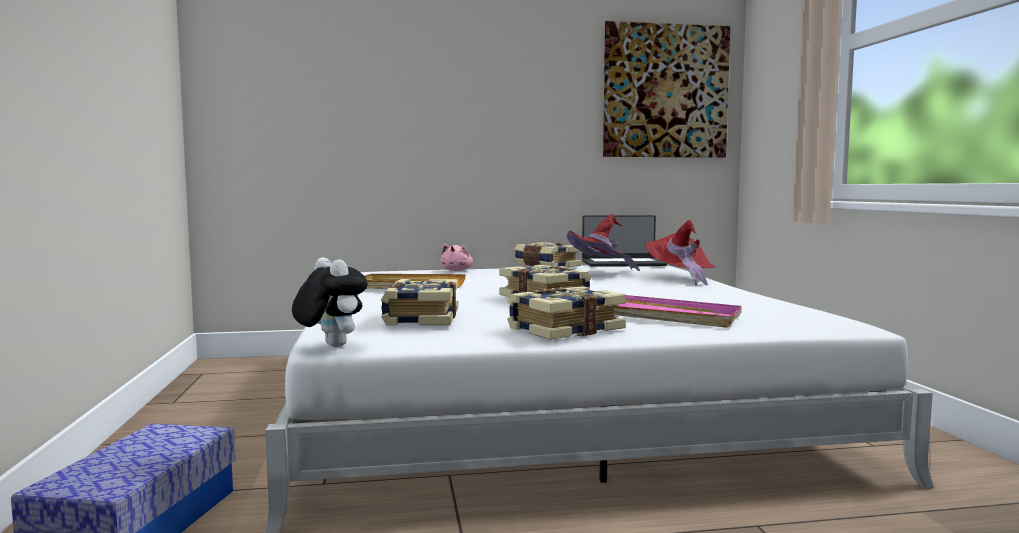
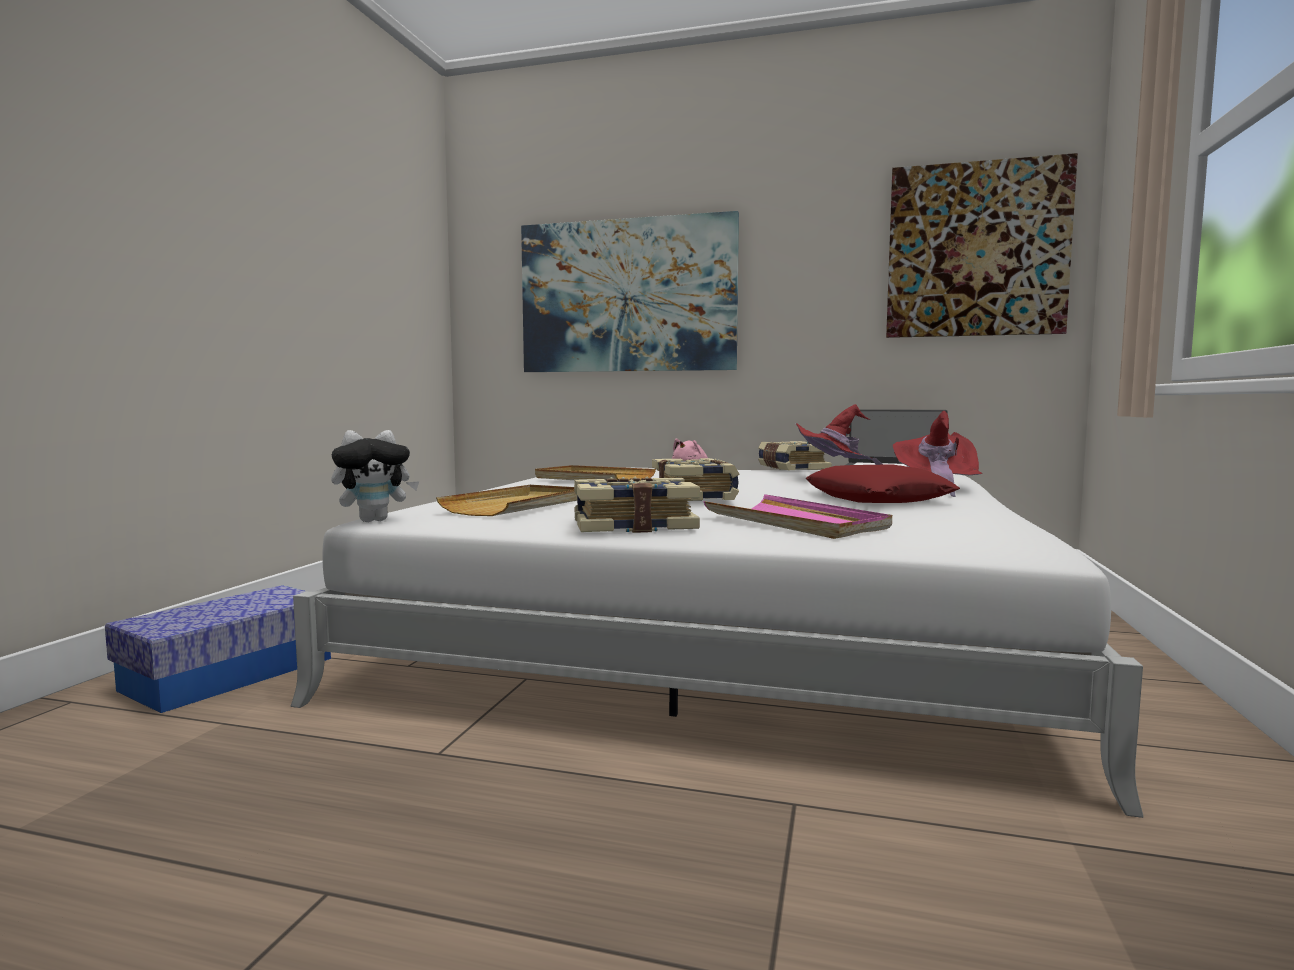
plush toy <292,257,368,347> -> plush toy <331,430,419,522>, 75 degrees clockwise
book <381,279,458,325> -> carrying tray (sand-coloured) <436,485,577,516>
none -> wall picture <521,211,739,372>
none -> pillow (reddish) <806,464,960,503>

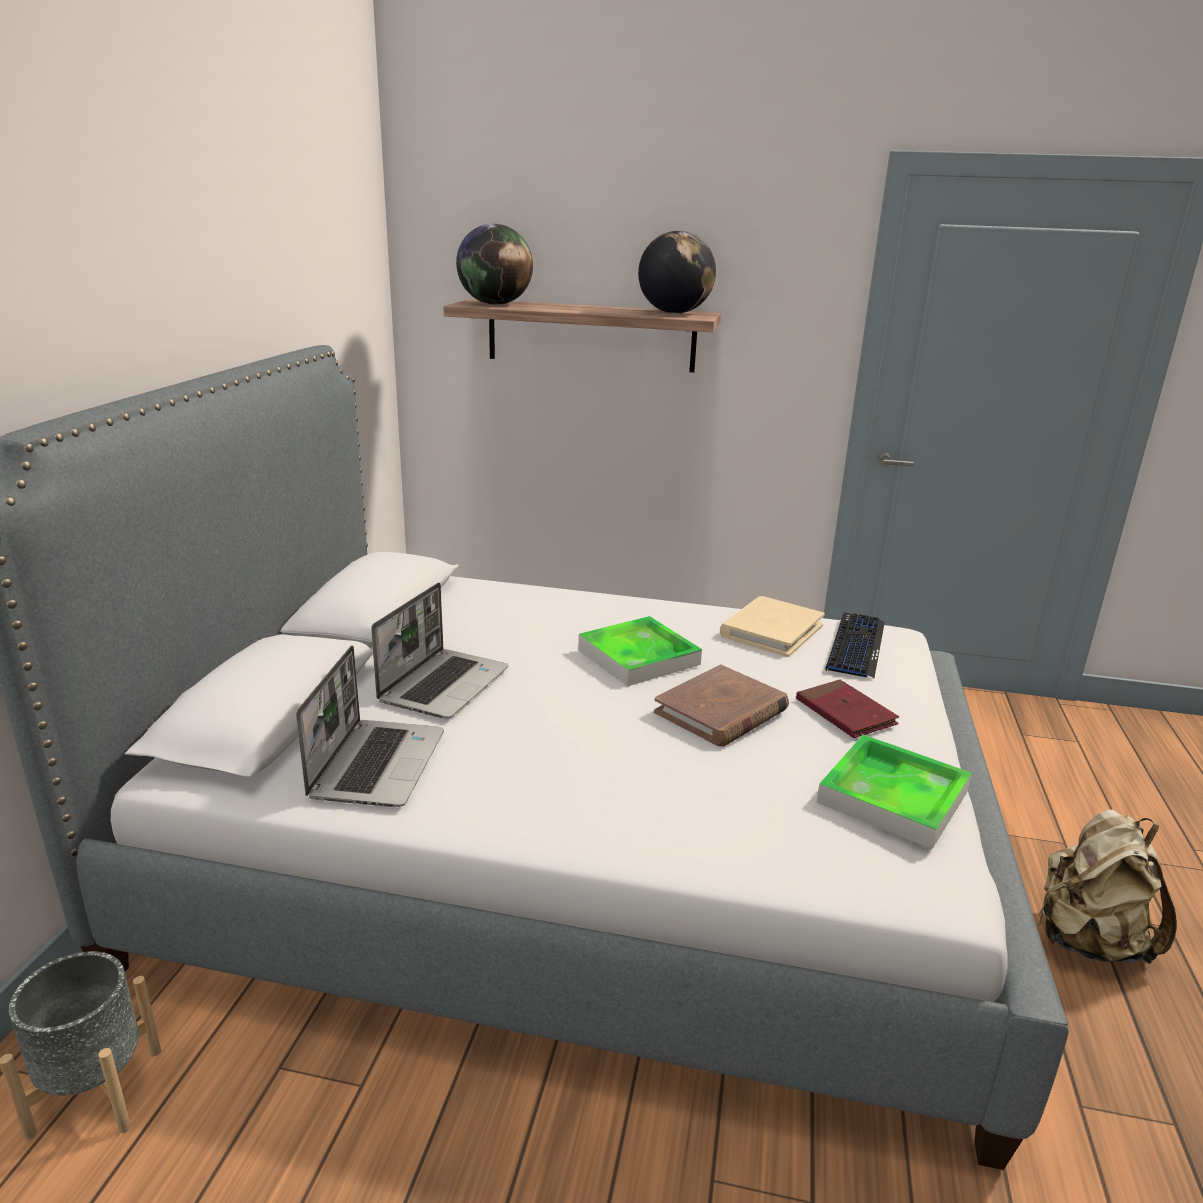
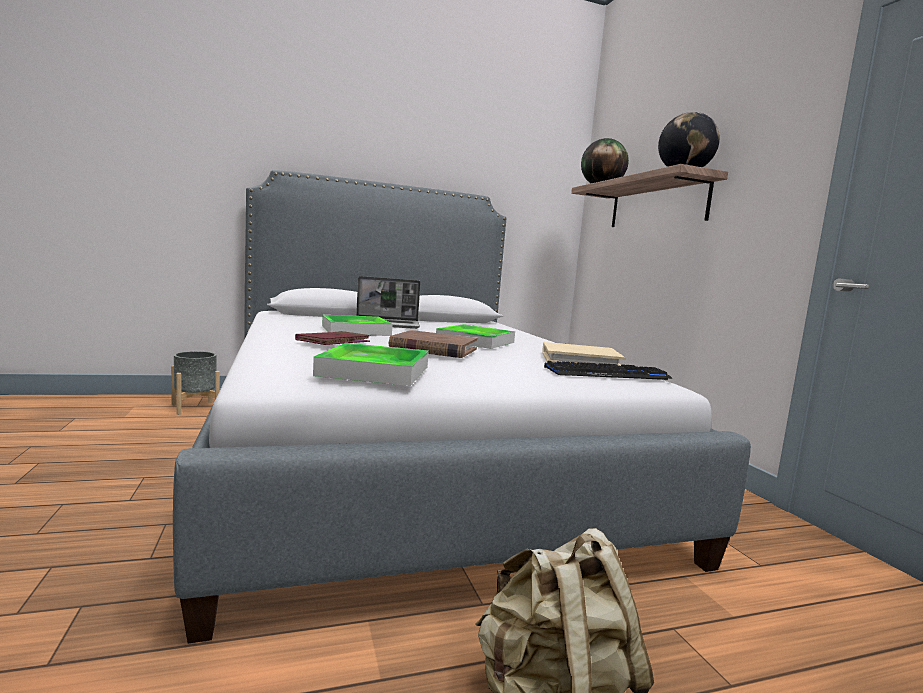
book (reddish) <796,680,899,738> -> book (reddish) <295,331,370,345>, shifted
none -> carrying tray <322,315,393,336>
laptop <296,645,444,807> -> none

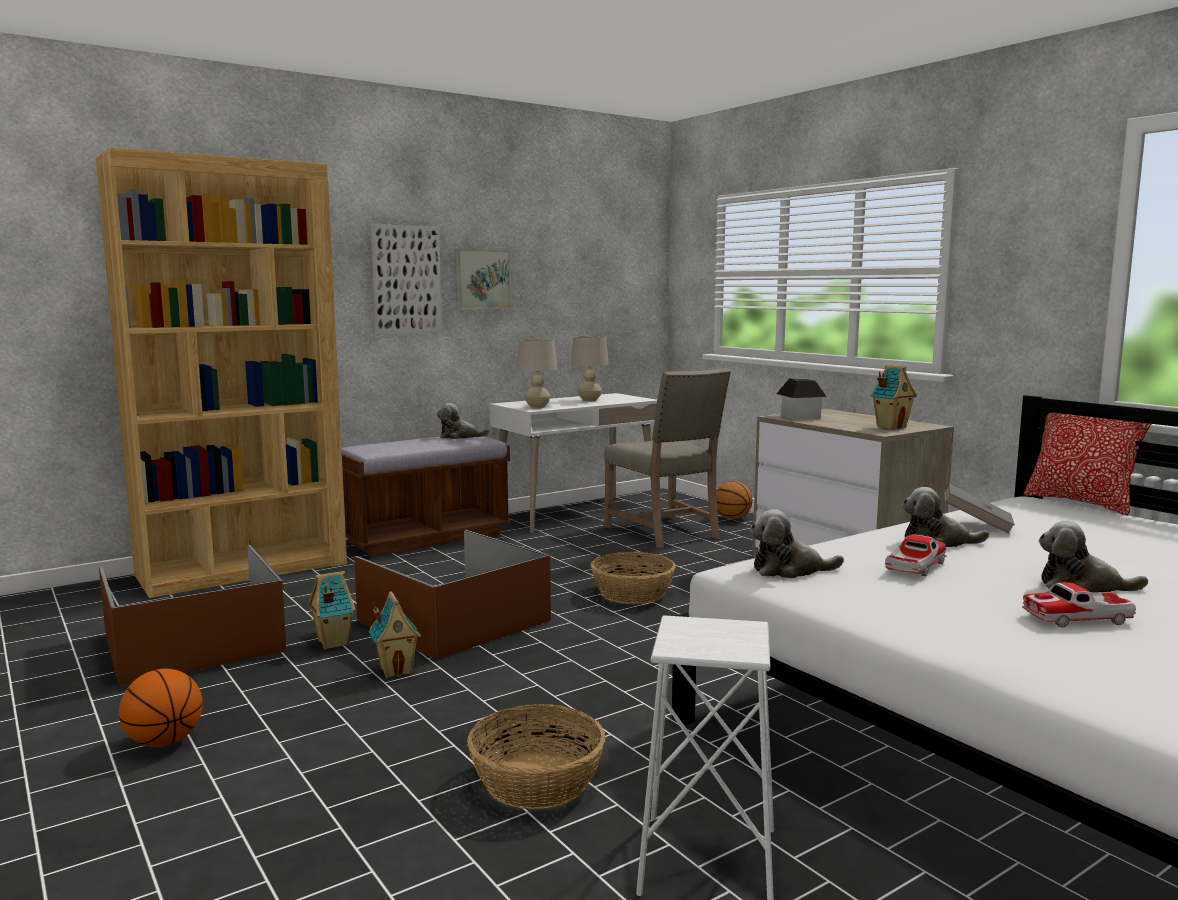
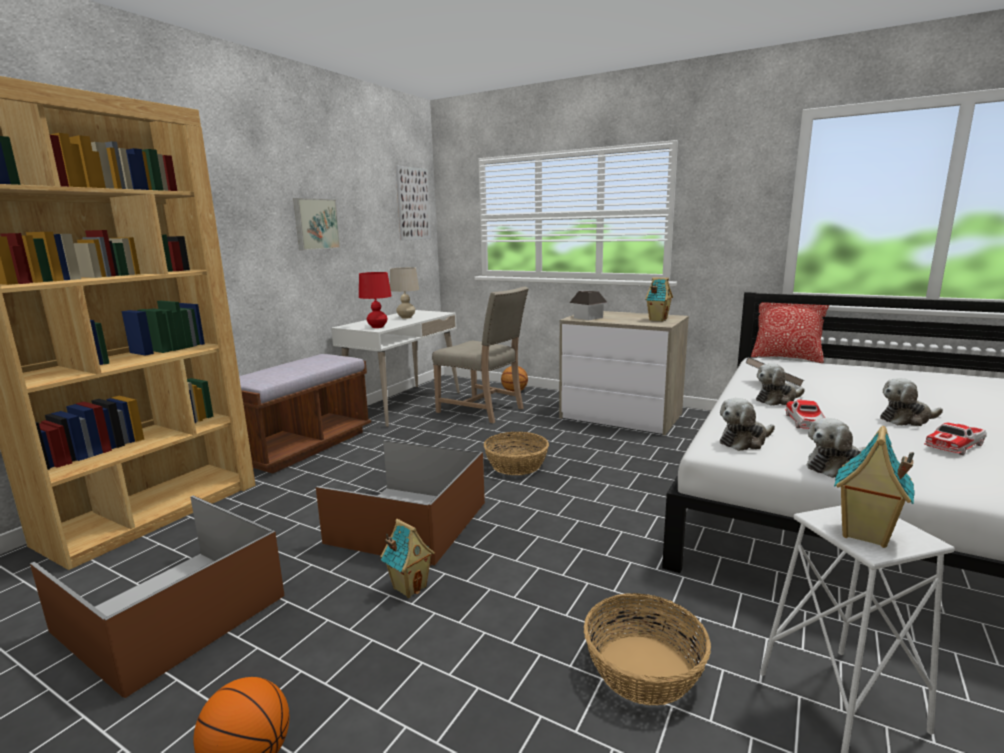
table lamp (sand-coloured) <517,339,557,408> -> table lamp (reddish) <359,272,391,328>
wall picture <371,224,442,335> -> wall picture <395,166,431,241>, shifted
plush toy <437,403,489,439> -> plush toy <807,418,866,478>, shifted
toy house <308,571,355,650> -> toy house <834,426,914,548>, shifted

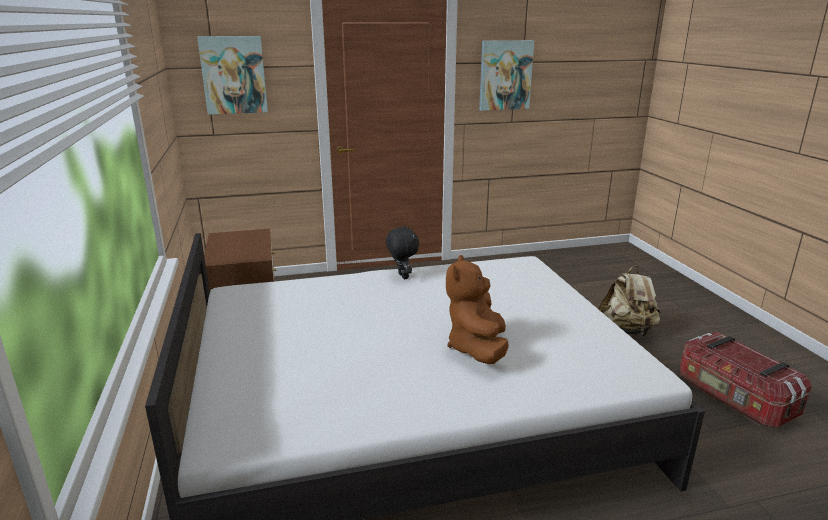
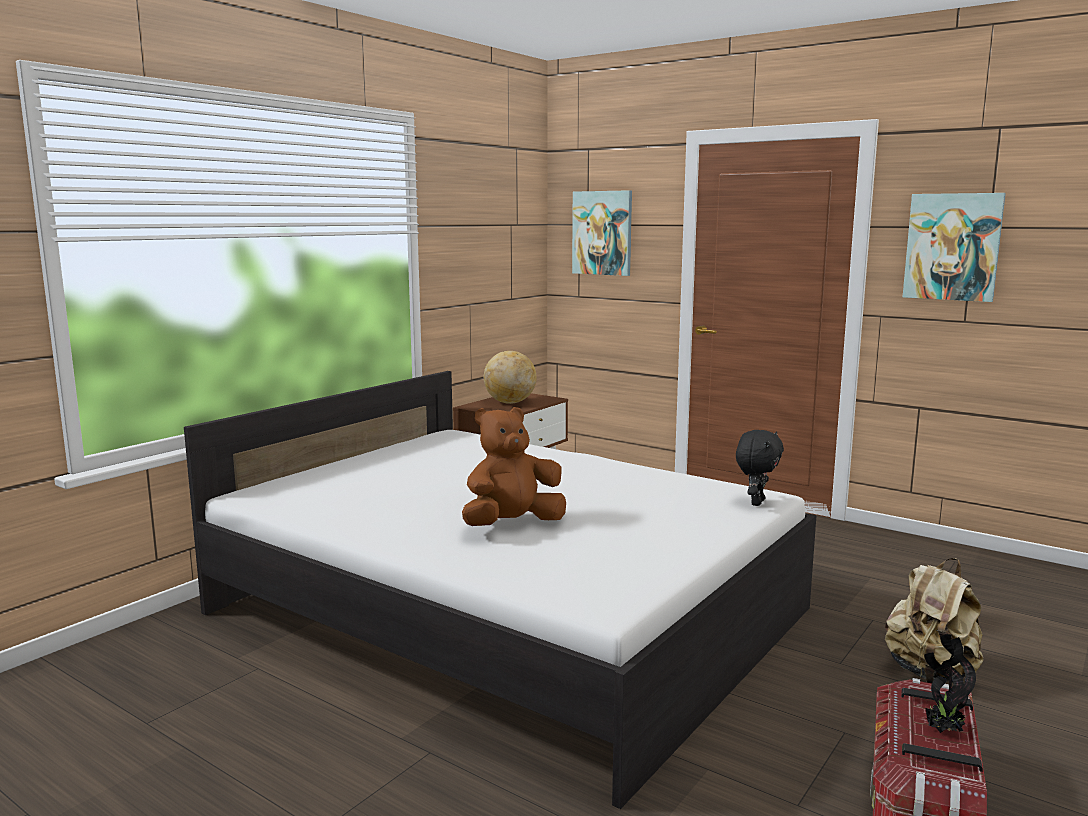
none -> globe <484,351,536,404>
plush toy (black) <386,226,419,279> -> plush toy (black) <736,430,784,506>, shifted
none -> potted plant <924,634,976,733>

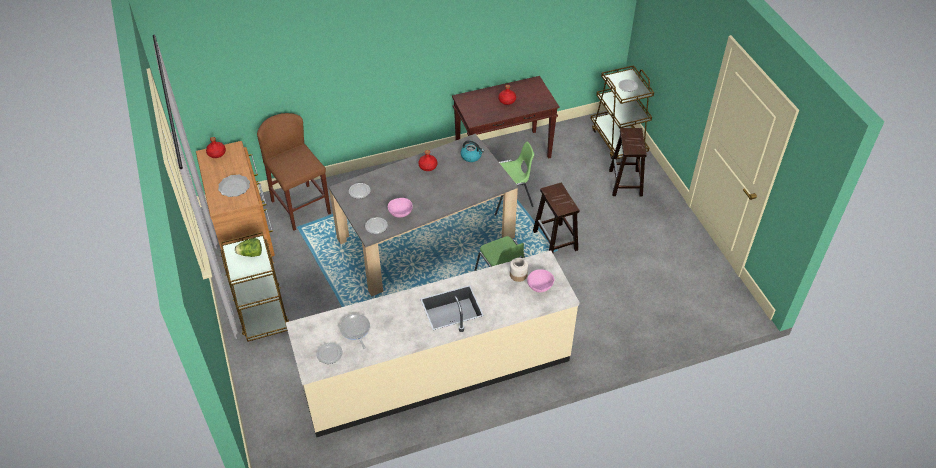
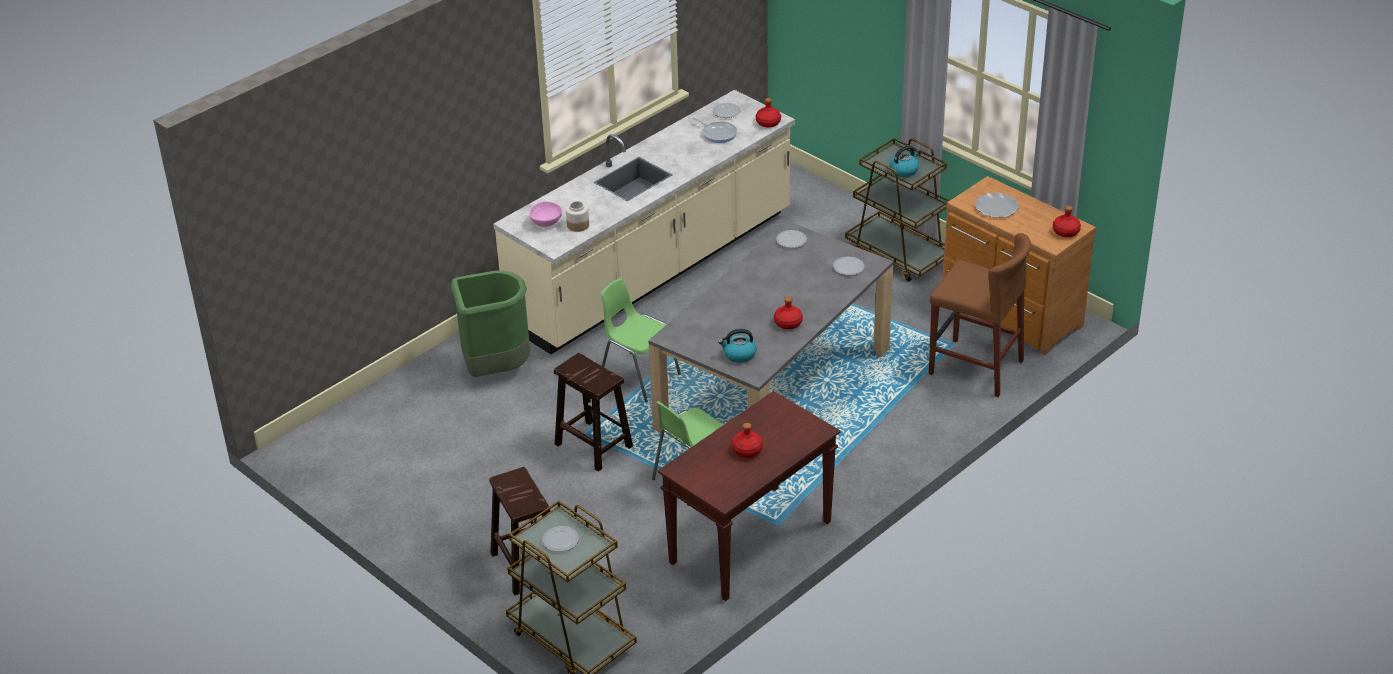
none -> rubbish bin (greenish) <451,271,530,377>
none -> beverage bottle (reddish) <756,98,781,128>
lettuce head <235,238,262,257> -> kettle <889,146,920,177>
serving bowl (pink) <388,198,413,218> -> none

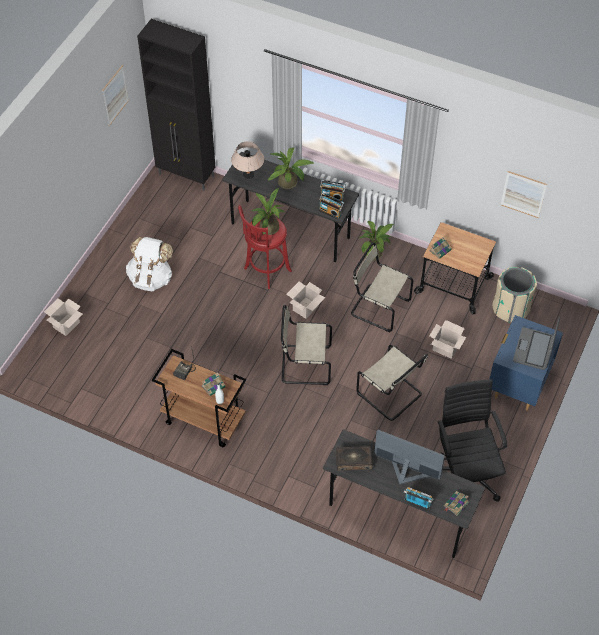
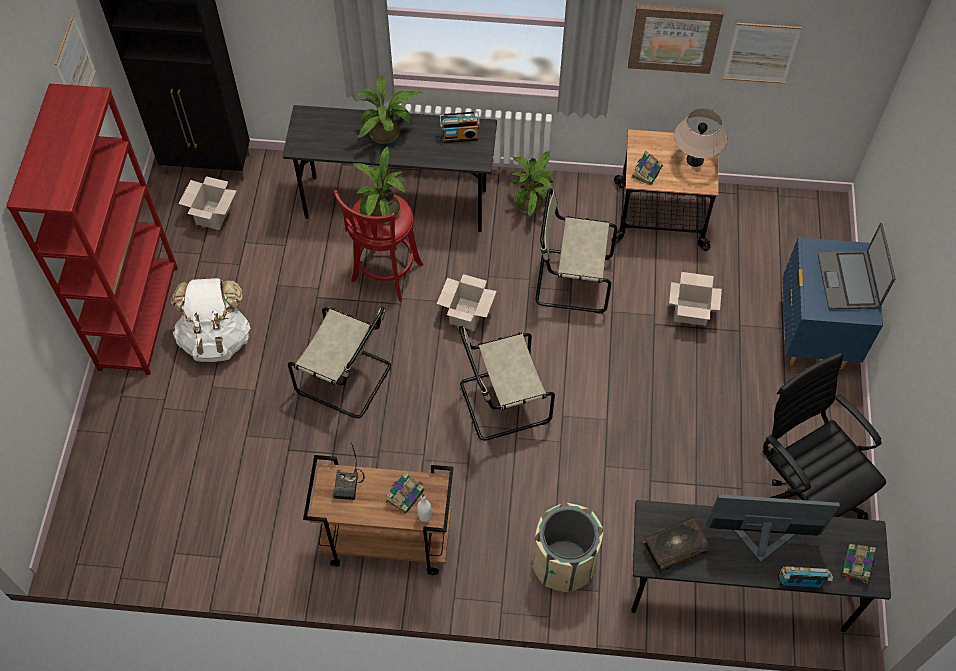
none -> bookshelf (reddish) <6,83,178,375>
carton <44,298,83,336> -> carton <179,176,237,230>, shifted
upright chair (sand-coloured) <356,345,428,421> -> upright chair (sand-coloured) <288,307,391,418>, shifted
rubbish bin (sand-coloured) <492,267,537,323> -> rubbish bin (sand-coloured) <532,503,604,592>, shifted
none -> wall picture <628,4,724,74>
table lamp (sand-coloured) <231,141,264,179> -> table lamp (sand-coloured) <674,109,727,167>, shifted
radio set <319,193,344,219> -> none

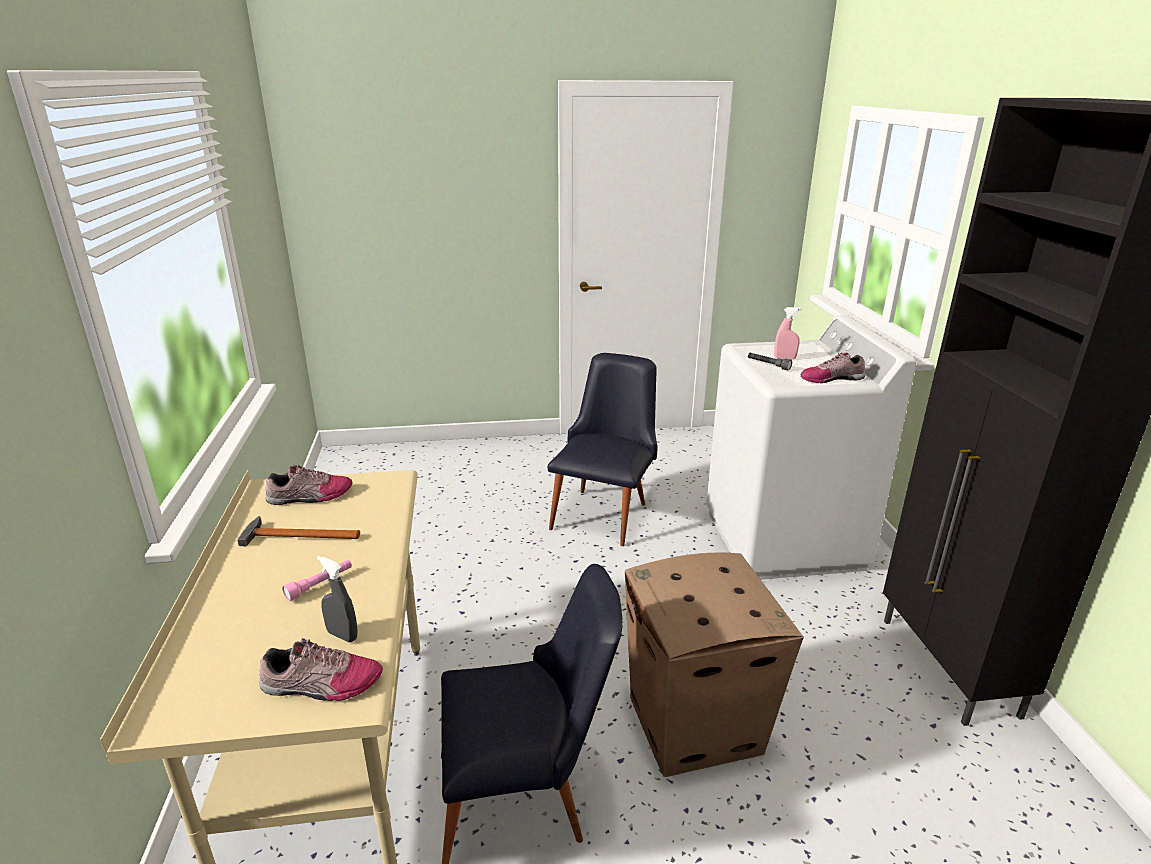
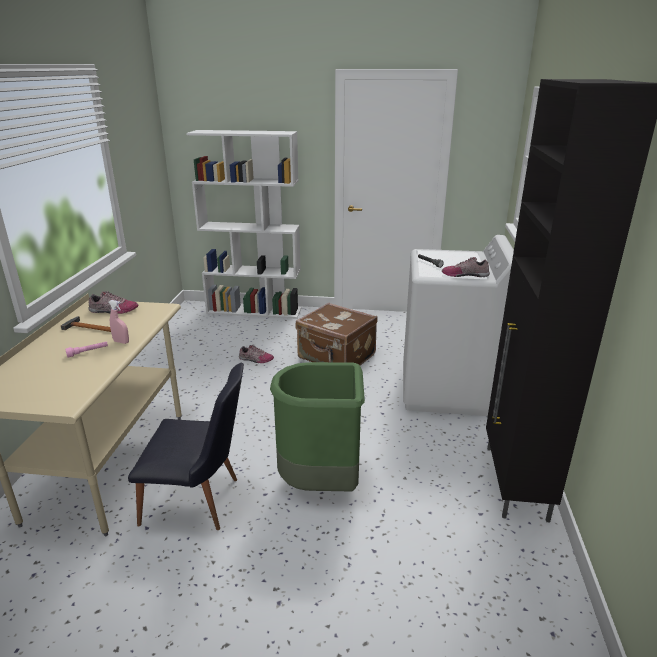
hand sprayer (pink) <774,307,801,360> -> hand sprayer (pink) <109,300,129,344>, shifted
none -> bookshelf (white) <186,130,302,319>
item of footwear <259,638,383,701> -> item of footwear <239,345,274,363>, shifted
carton <625,553,804,777> -> rubbish bin (greenish) <270,362,365,492>
upright chair (black) <548,353,658,546> -> travel case (brown-coloured) <296,303,378,365>
hand sprayer (gray) <317,556,358,642> -> none

